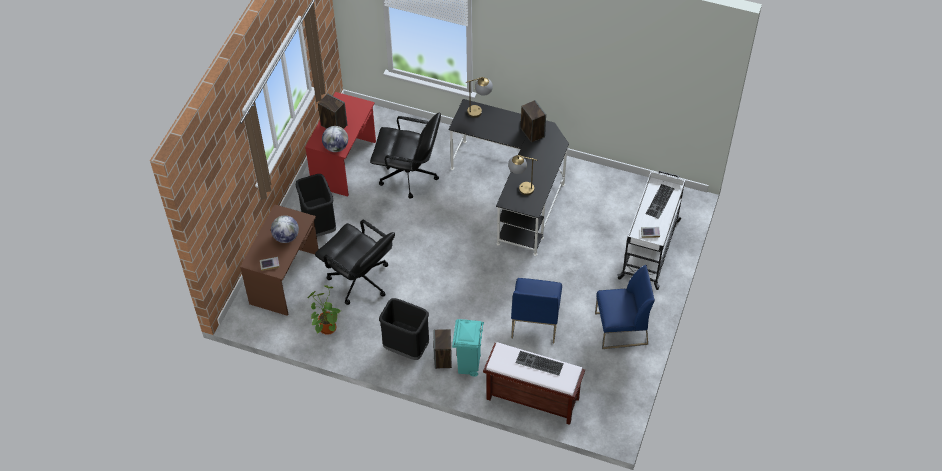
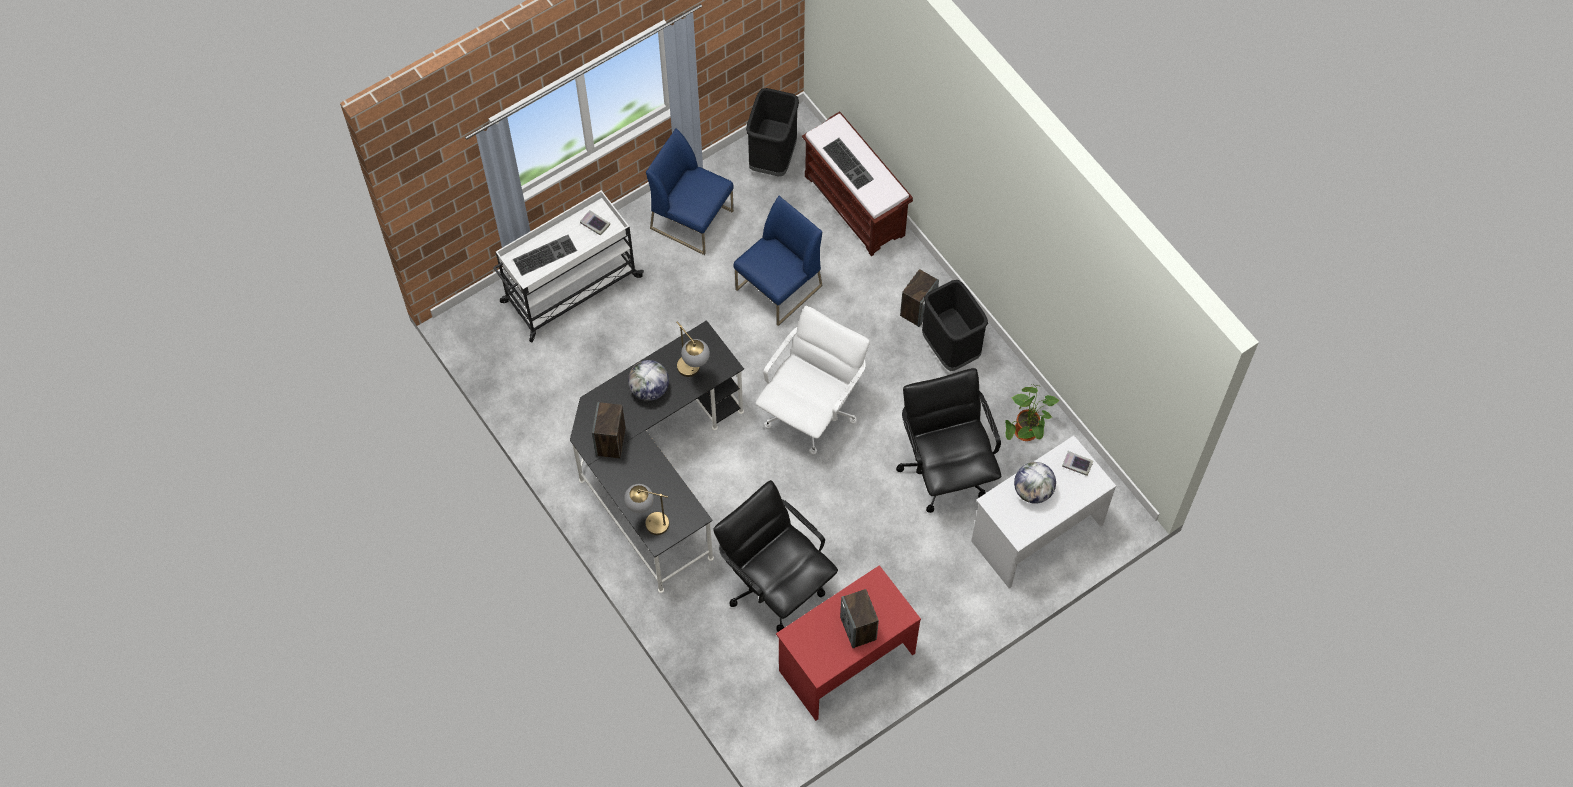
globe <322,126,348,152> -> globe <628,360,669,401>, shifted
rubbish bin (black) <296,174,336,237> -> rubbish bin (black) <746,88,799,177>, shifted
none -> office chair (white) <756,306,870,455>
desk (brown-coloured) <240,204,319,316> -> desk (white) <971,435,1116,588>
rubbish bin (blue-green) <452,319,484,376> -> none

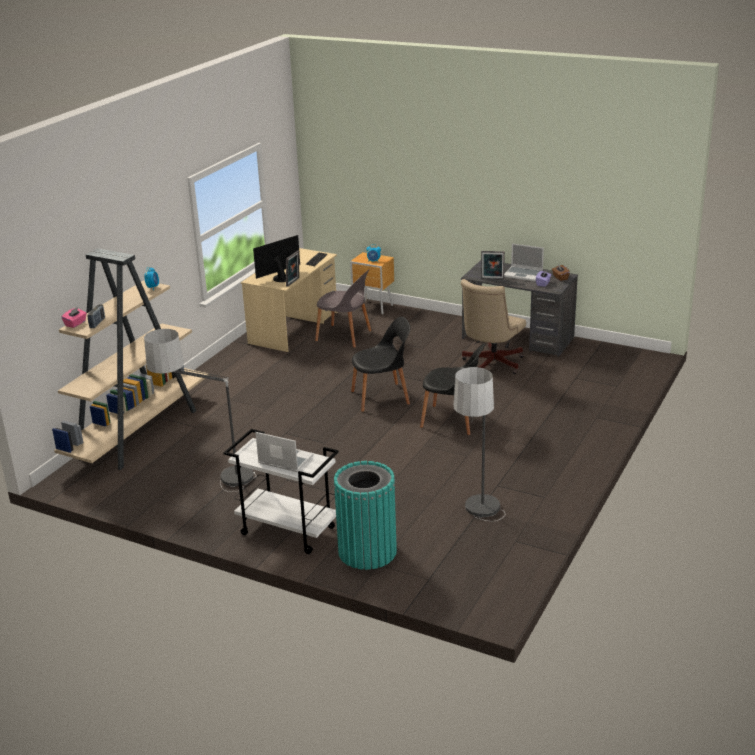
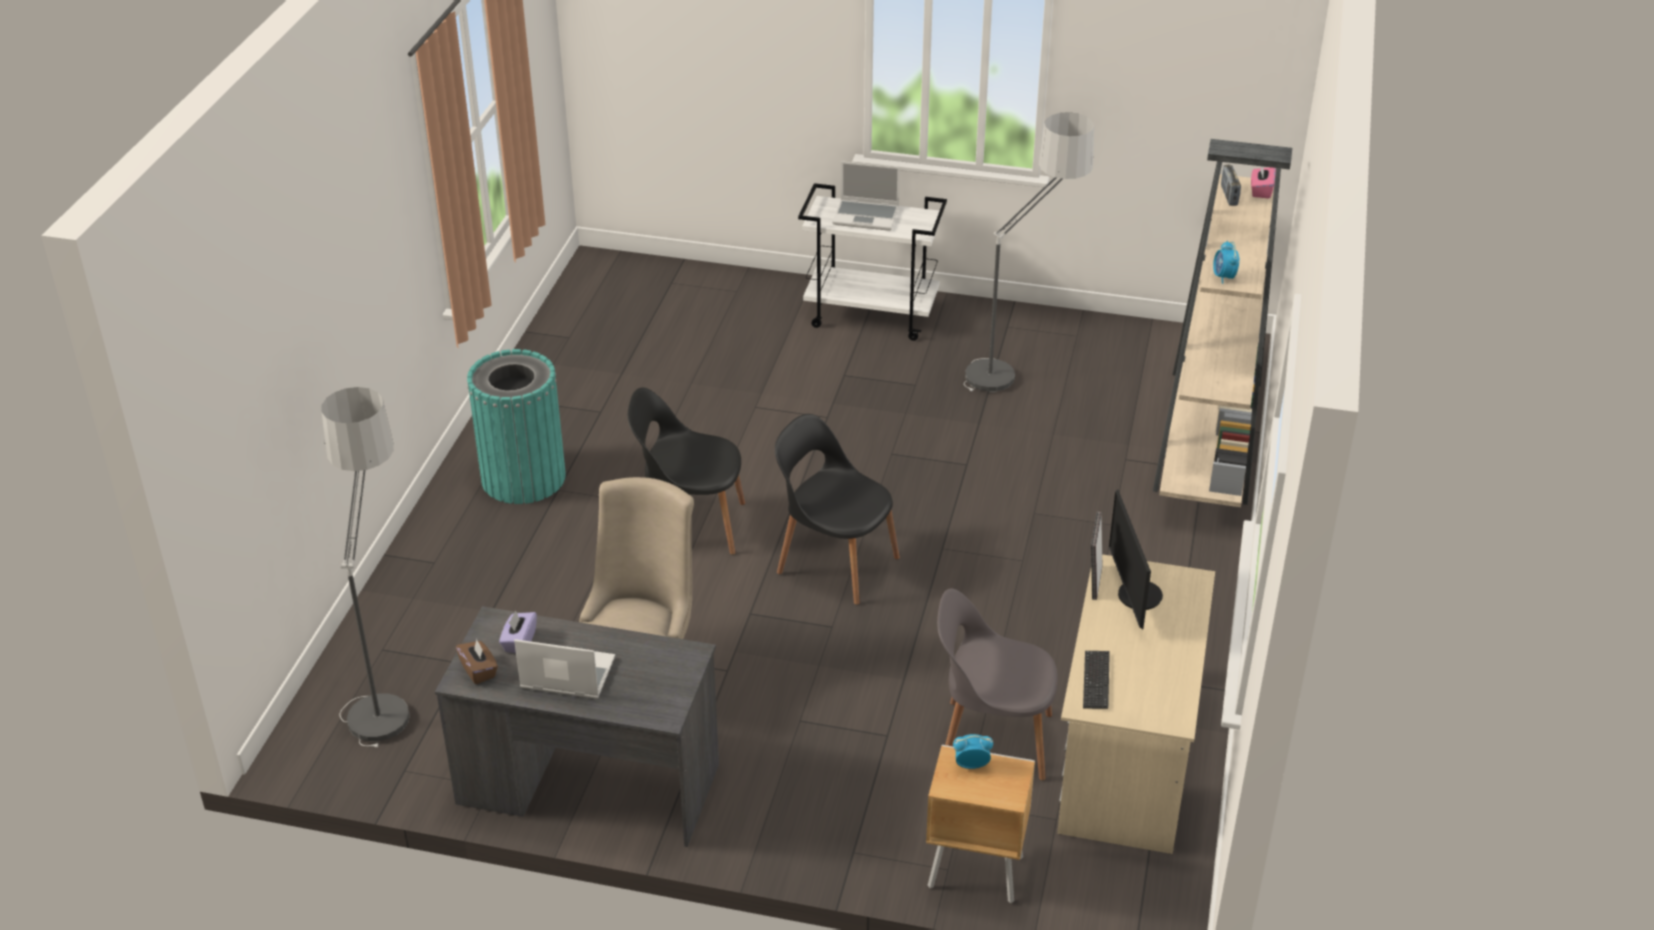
floor lamp <454,367,505,521> -> floor lamp <322,387,410,747>, shifted
rubbish bin (blue-green) <333,461,397,570> -> rubbish bin (blue-green) <467,349,566,504>, shifted
upright chair (black) <351,317,410,412> -> upright chair (black) <775,414,900,605>, 60 degrees clockwise
monitor <253,235,300,282> -> monitor <1109,490,1163,629>, 135 degrees clockwise
picture frame <481,251,505,280> -> none

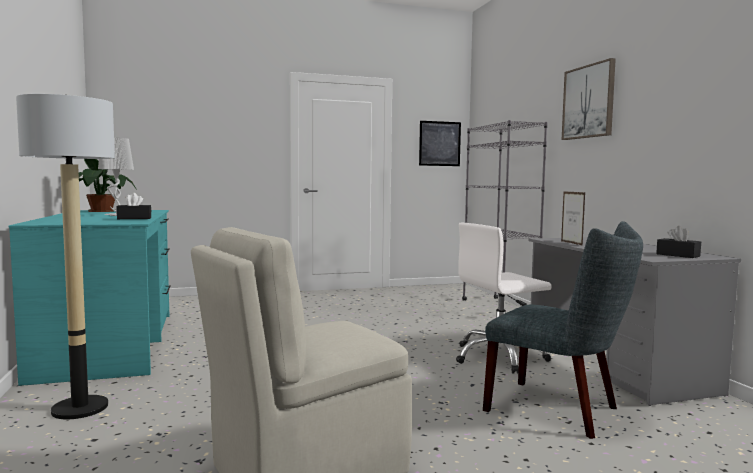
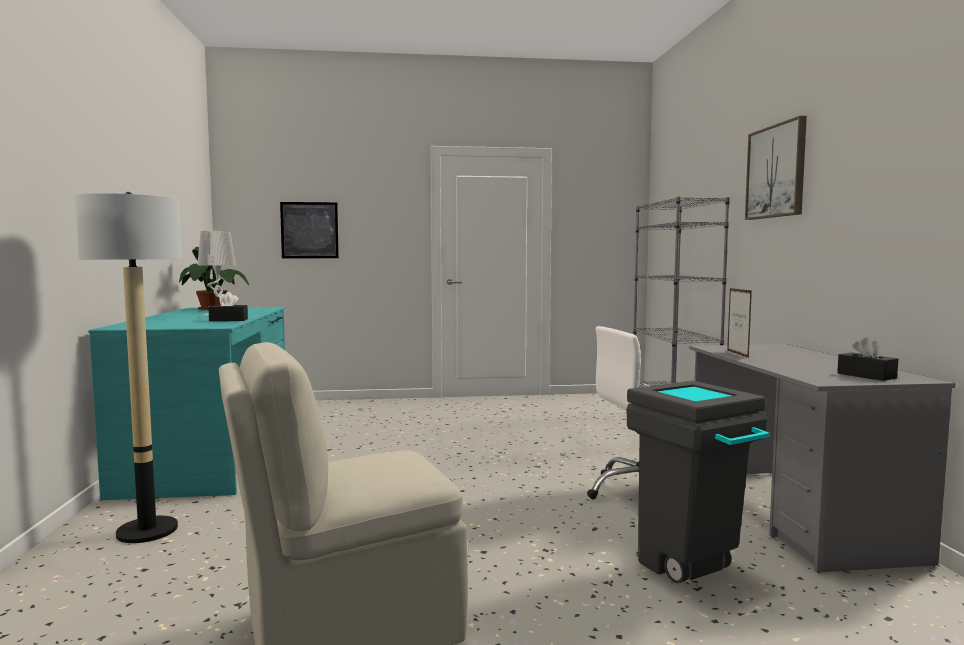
wall picture <419,121,461,166> -> wall picture <280,202,339,258>, shifted
upright chair (gray) <483,221,643,439> -> rubbish bin (gray) <627,381,770,583>

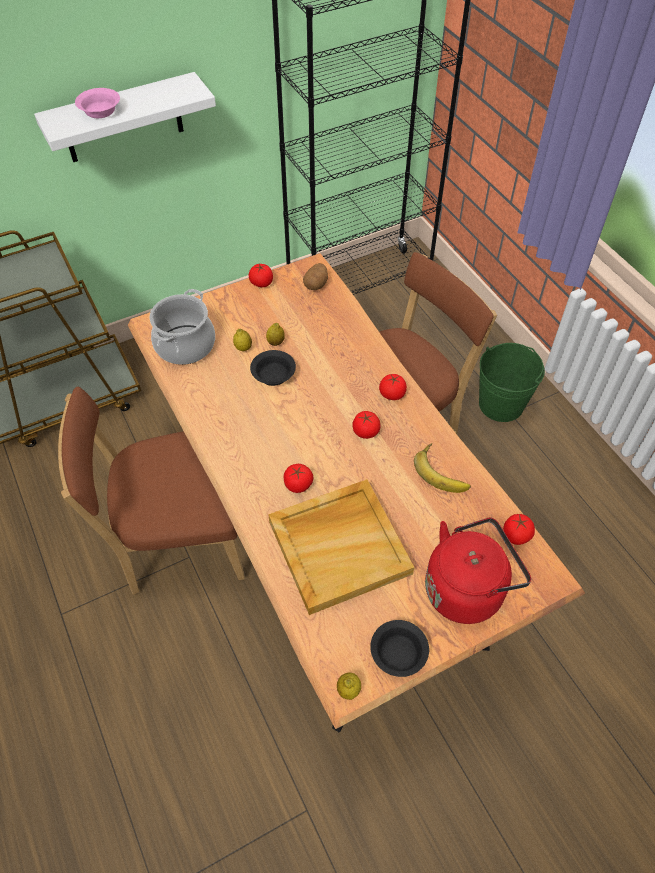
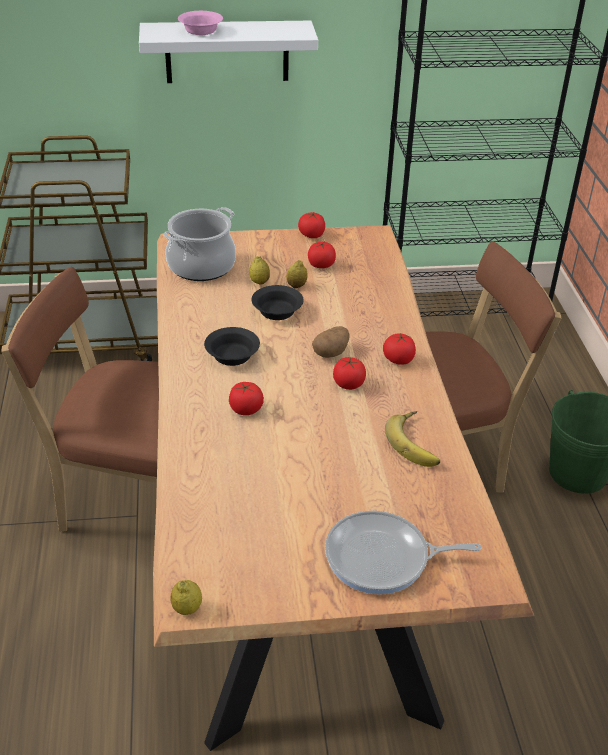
serving bowl (black) <370,620,429,677> -> serving bowl (black) <204,327,260,366>, shifted
fresh tomato <503,514,535,545> -> fresh tomato <308,241,336,268>, shifted
potato <303,263,328,290> -> potato <312,326,350,358>, shifted
kettle (reddish) <425,517,531,624> -> pan <325,511,481,595>
carrying tray (sand-coloured) <268,479,414,615> -> none

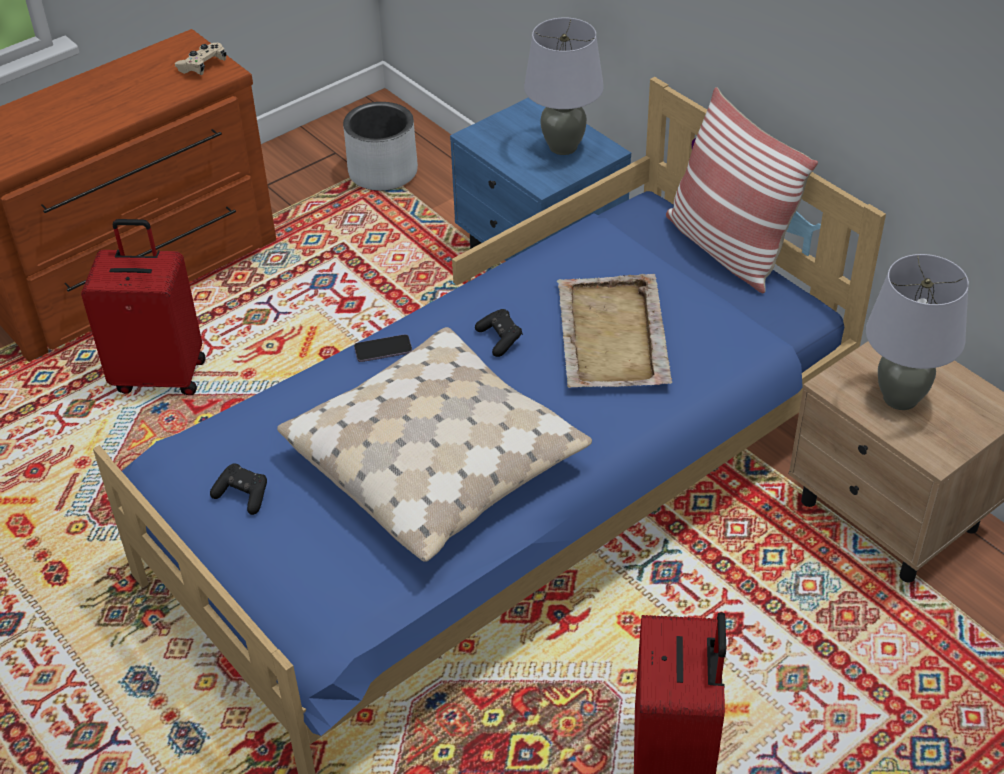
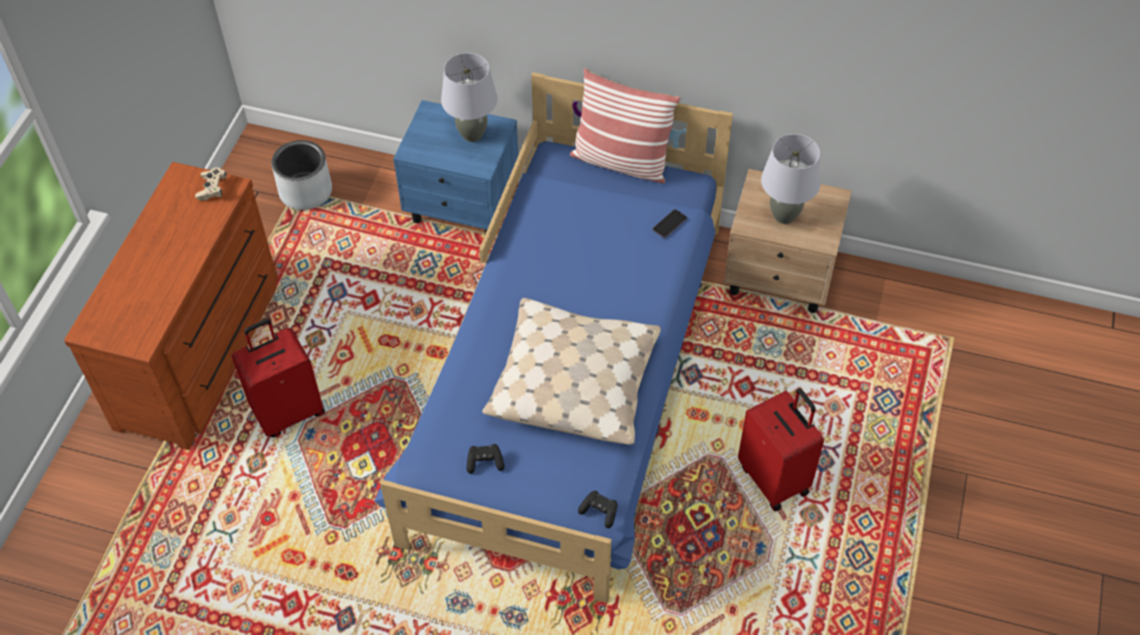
gamepad (black) <475,309,523,357> -> gamepad (black) <578,491,617,528>, shifted
phone <354,334,412,362> -> phone <653,209,687,238>, shifted
carrying tray (sand-coloured) <557,274,672,388> -> none

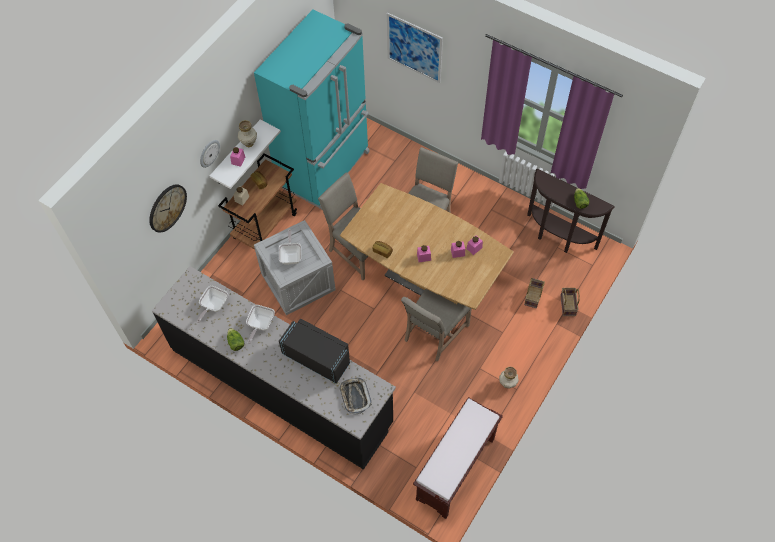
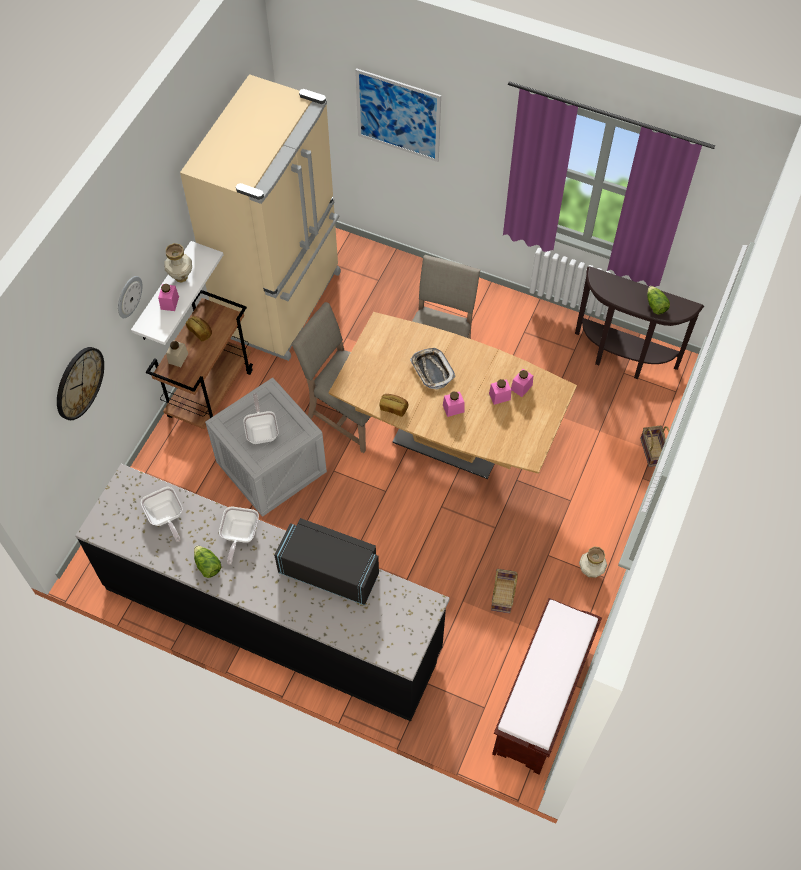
pan <197,286,228,323> -> pan <141,487,183,542>, 45 degrees counterclockwise
kitchen fridge (blue-green) <254,10,370,209> -> kitchen fridge (sand-coloured) <180,74,341,361>
carrying tray <339,378,372,415> -> carrying tray <410,348,455,389>, shifted
household basket <524,278,545,308> -> household basket <491,569,518,613>, shifted
upright chair (sand-coloured) <401,289,472,362> -> none

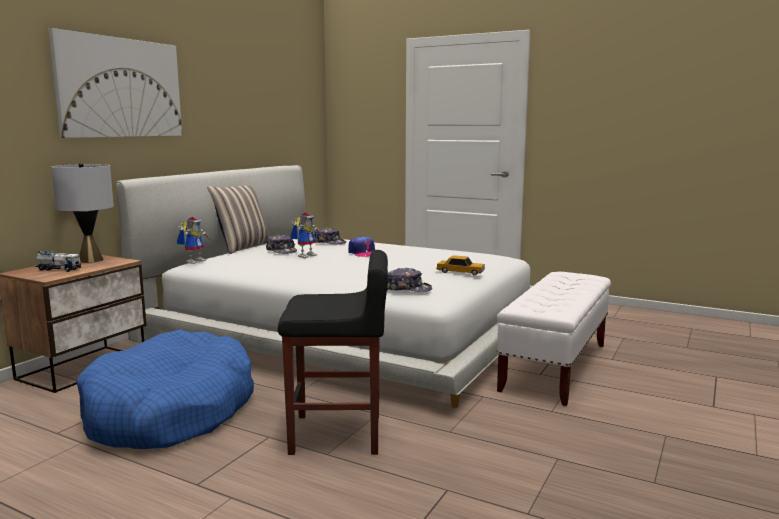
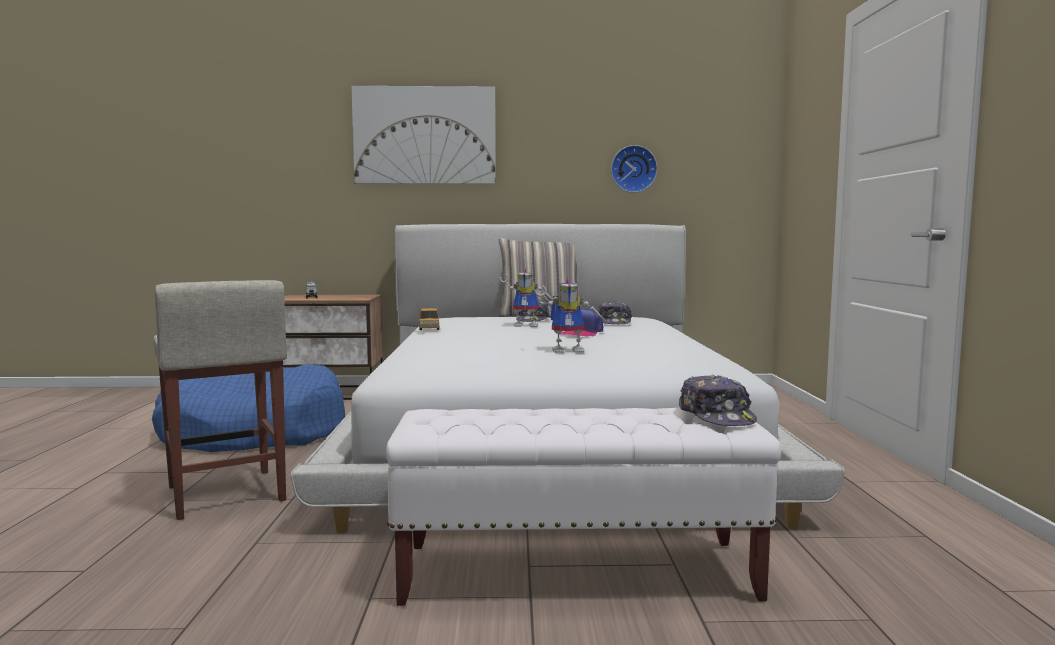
stool (black) <278,250,388,455> -> stool (sand-coloured) <154,280,287,520>
toy car <436,255,485,276> -> toy car <419,308,440,330>, shifted
model robot <177,217,210,264> -> model robot <534,279,605,353>, shifted
none -> wall clock <611,145,657,193>
cap <387,268,432,292> -> cap <679,375,757,426>, shifted
table lamp (gray) <51,162,114,263> -> none

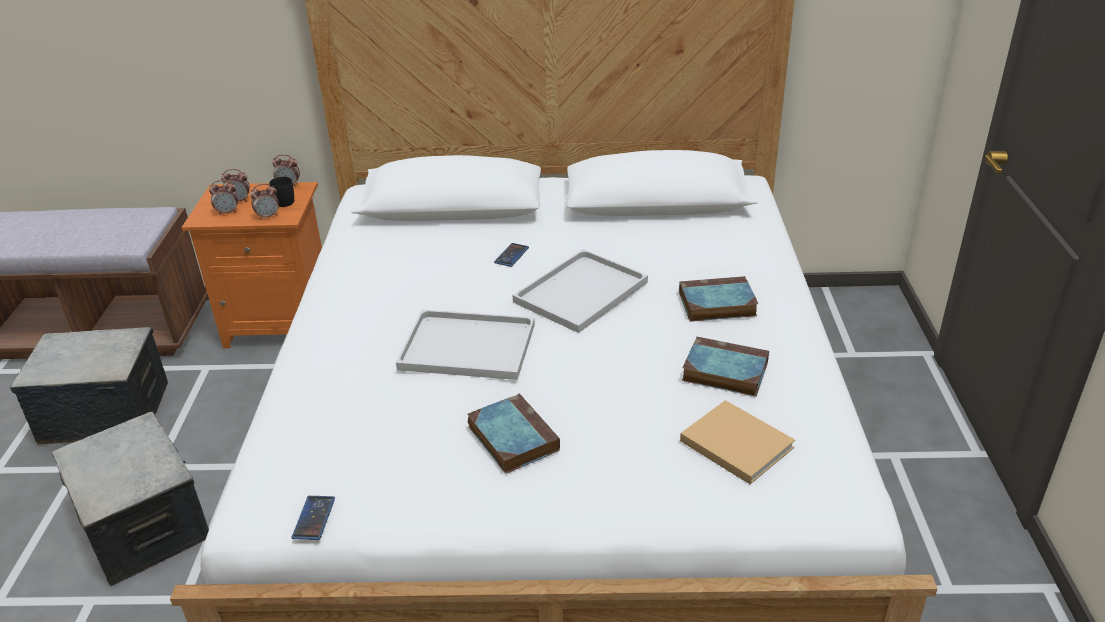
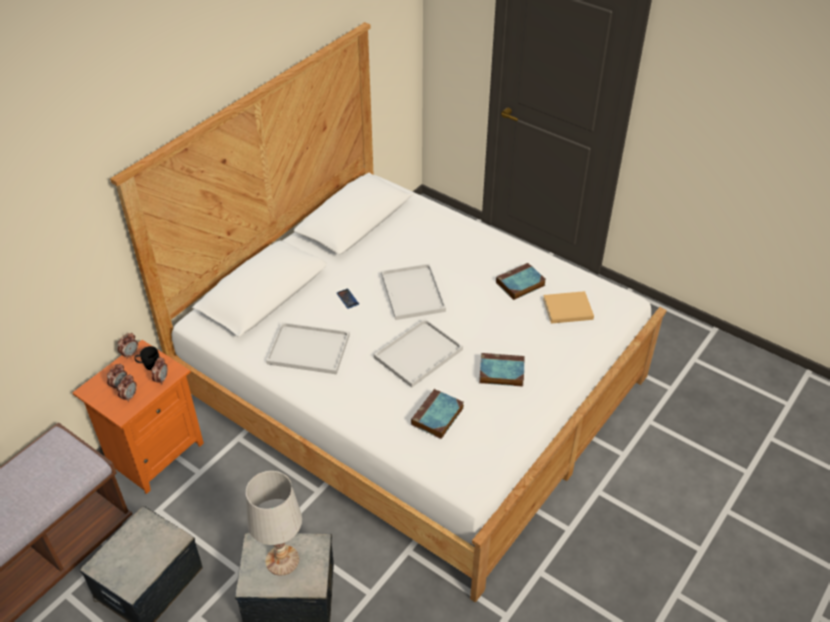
none -> table lamp (white) <246,471,302,576>
none -> carrying tray (white) <266,322,350,374>
book <679,276,758,322> -> book <411,389,464,439>, shifted
phone <292,496,335,540> -> none

